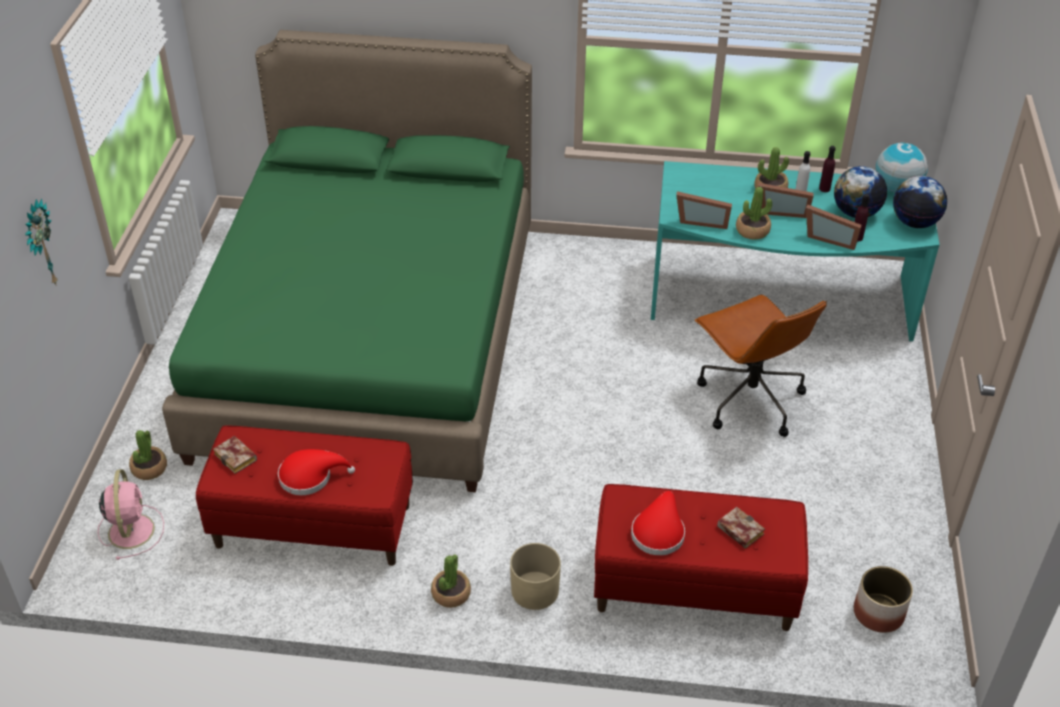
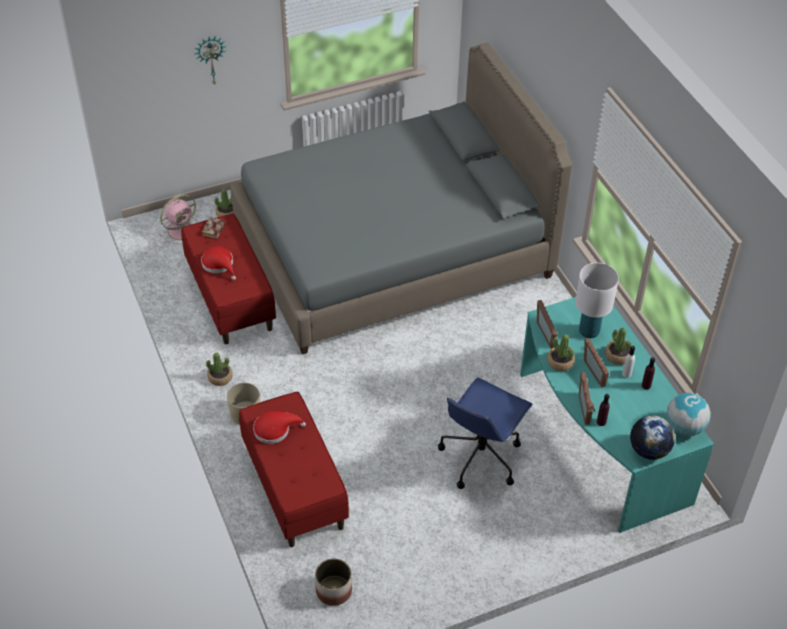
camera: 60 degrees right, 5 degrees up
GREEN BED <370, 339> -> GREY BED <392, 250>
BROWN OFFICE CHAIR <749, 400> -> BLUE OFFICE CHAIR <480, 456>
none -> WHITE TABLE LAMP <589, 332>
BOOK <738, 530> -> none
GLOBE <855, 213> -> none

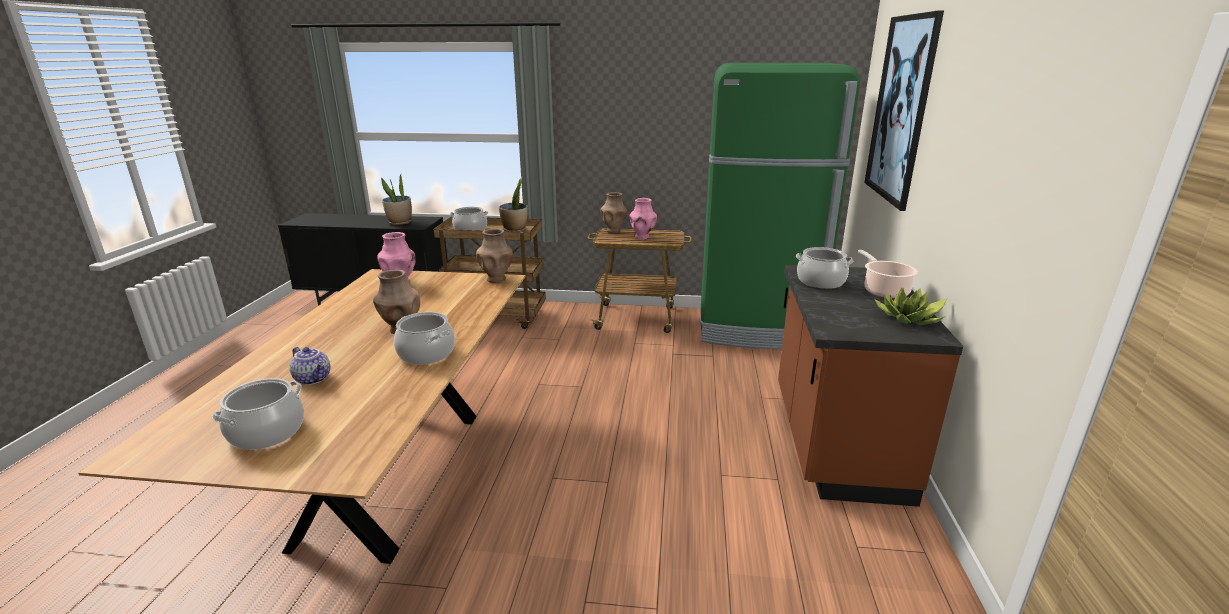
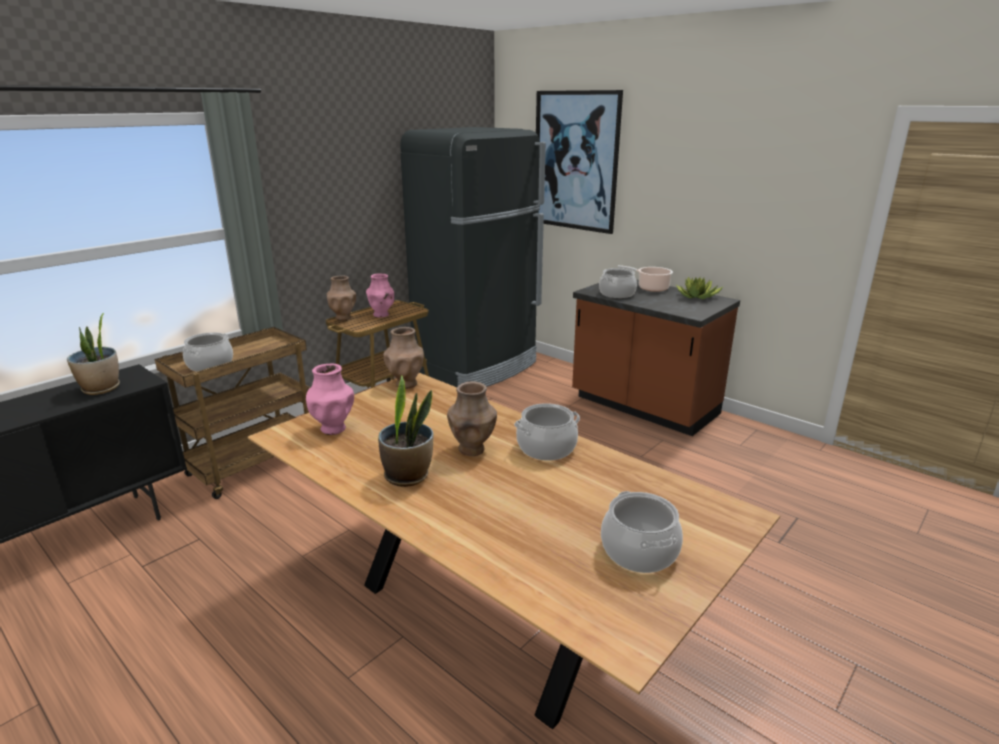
camera: 55 degrees left, 0 degrees up
POTTED PLANT <515, 230> -> POTTED PLANT <408, 476>, shifted
GREEN FRIDGE <757, 328> -> BLACK FRIDGE <477, 367>
TEAPOT <314, 378> -> none

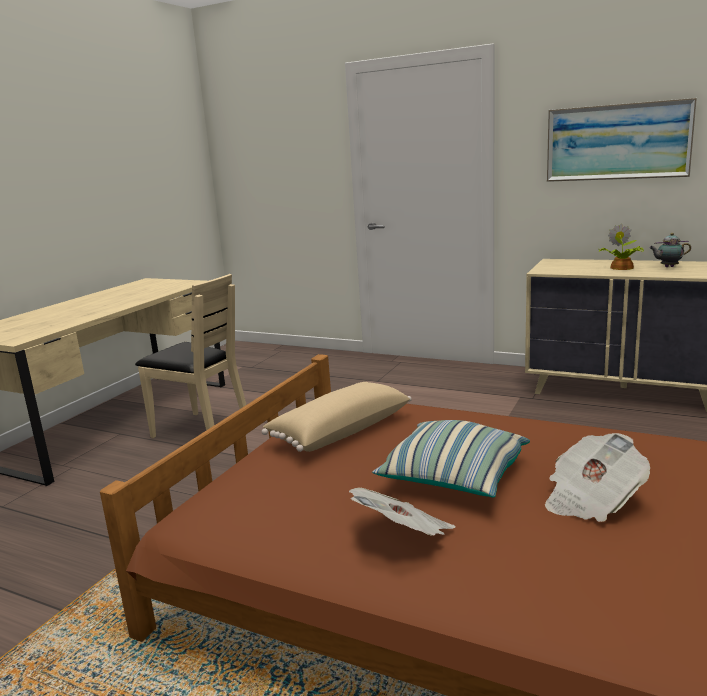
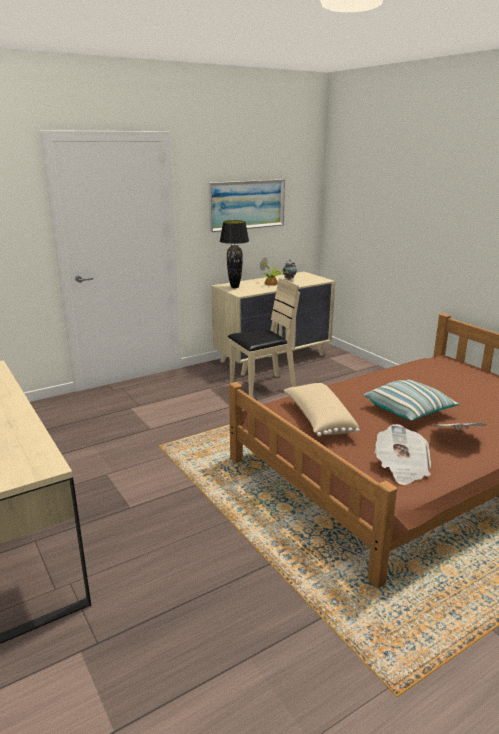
camera: 60 degrees left, 5 degrees up
none -> BLACK TABLE LAMP <234, 287>
BEIGE CHAIR <202, 431> -> BEIGE CHAIR <262, 387>, shifted
NEWSPAPER <591, 500> -> NEWSPAPER <401, 468>, shifted

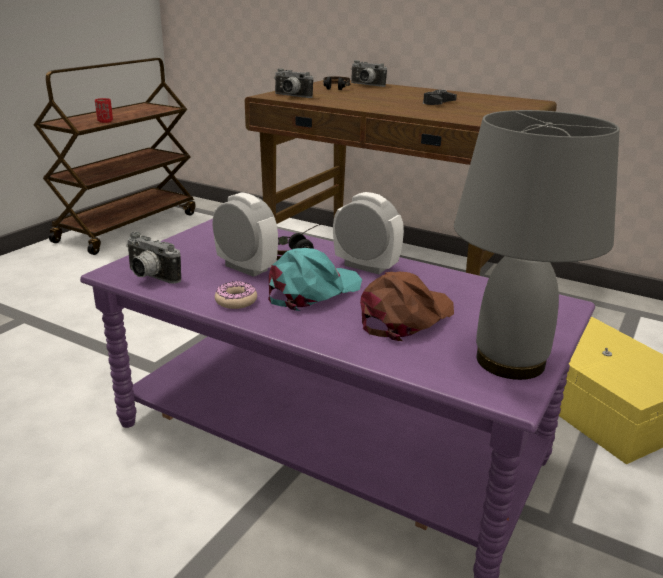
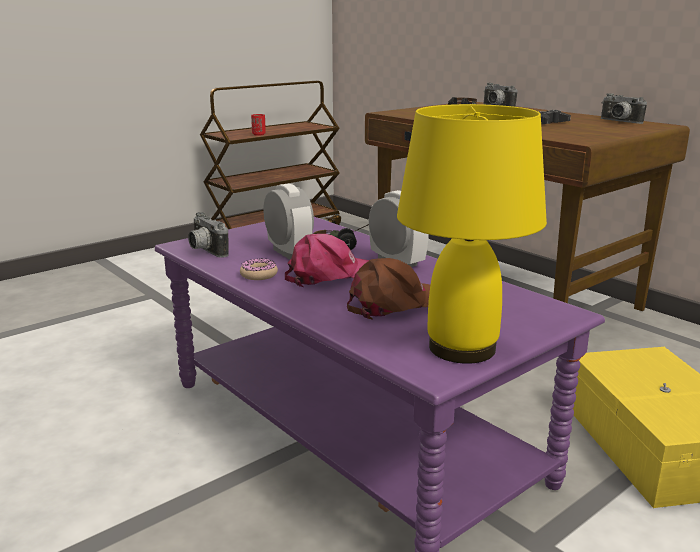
camera: 20 degrees right, 5 degrees down
TURQUOISE CAP <312, 291> -> PINK CAP <330, 275>
GREY TABLE LAMP <509, 360> -> YELLOW TABLE LAMP <461, 347>
PHOTO CAMERA <291, 96> -> PHOTO CAMERA <618, 122>, shifted

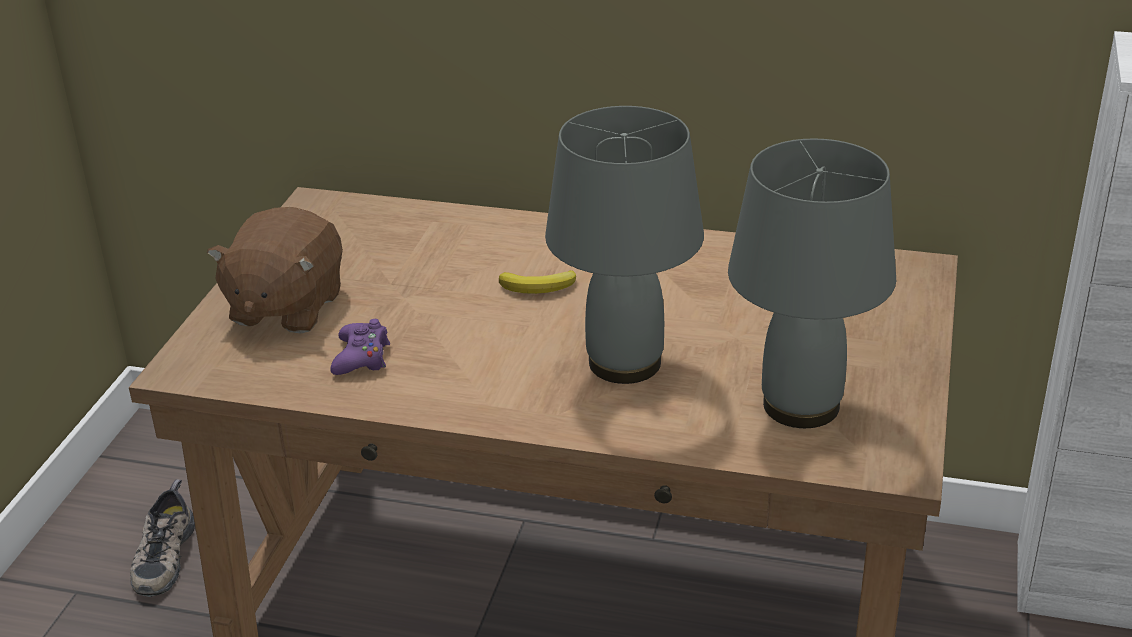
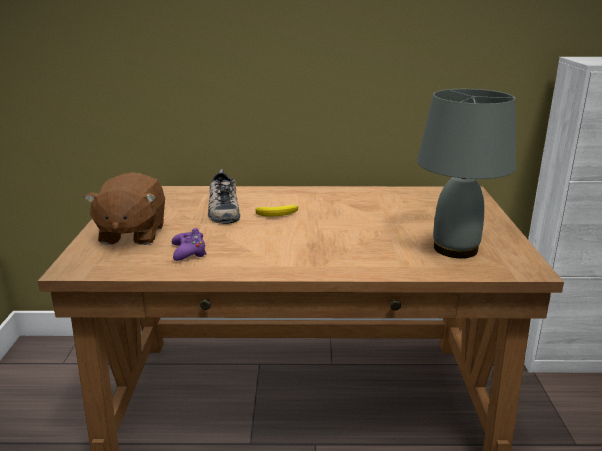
camera: 15 degrees left, 10 degrees down
SHOE <162, 555> -> SHOE <222, 209>, shifted
GREY TABLE LAMP <623, 362> -> none

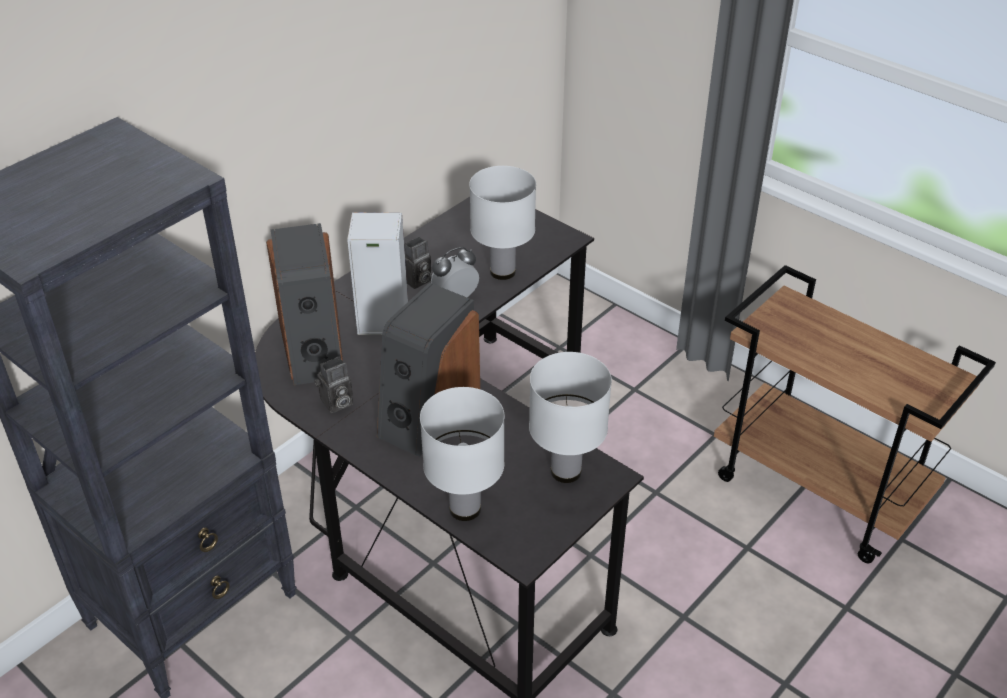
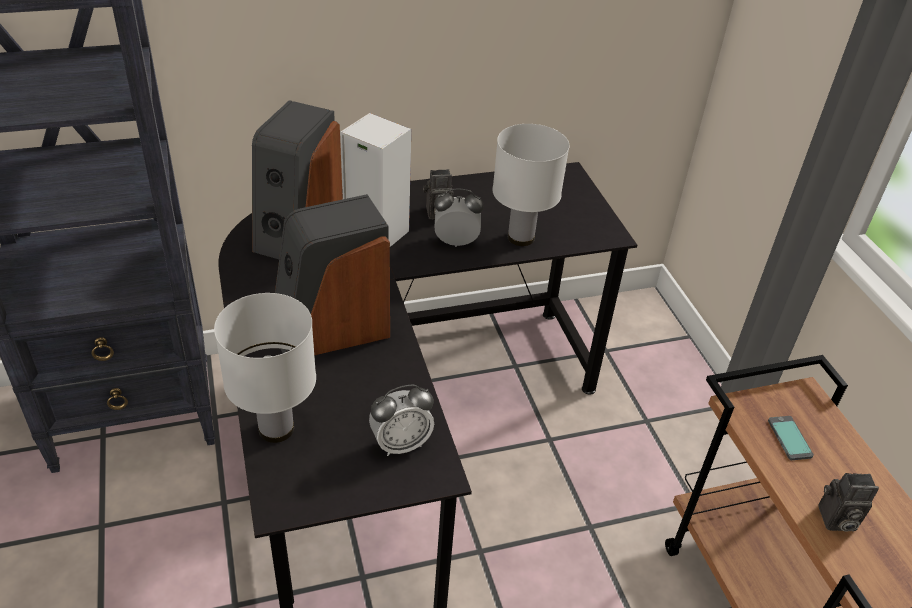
camera: 30 degrees right, 0 degrees up
WHITE TABLE LAMP <565, 470> -> ALARM CLOCK <401, 443>
none -> PHONE <789, 438>
PHOTO CAMERA <336, 404> -> PHOTO CAMERA <835, 520>, shifted

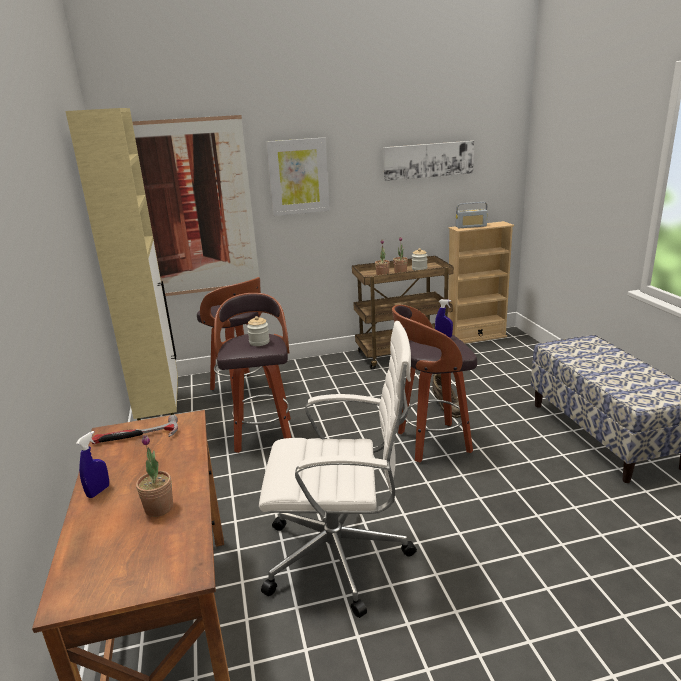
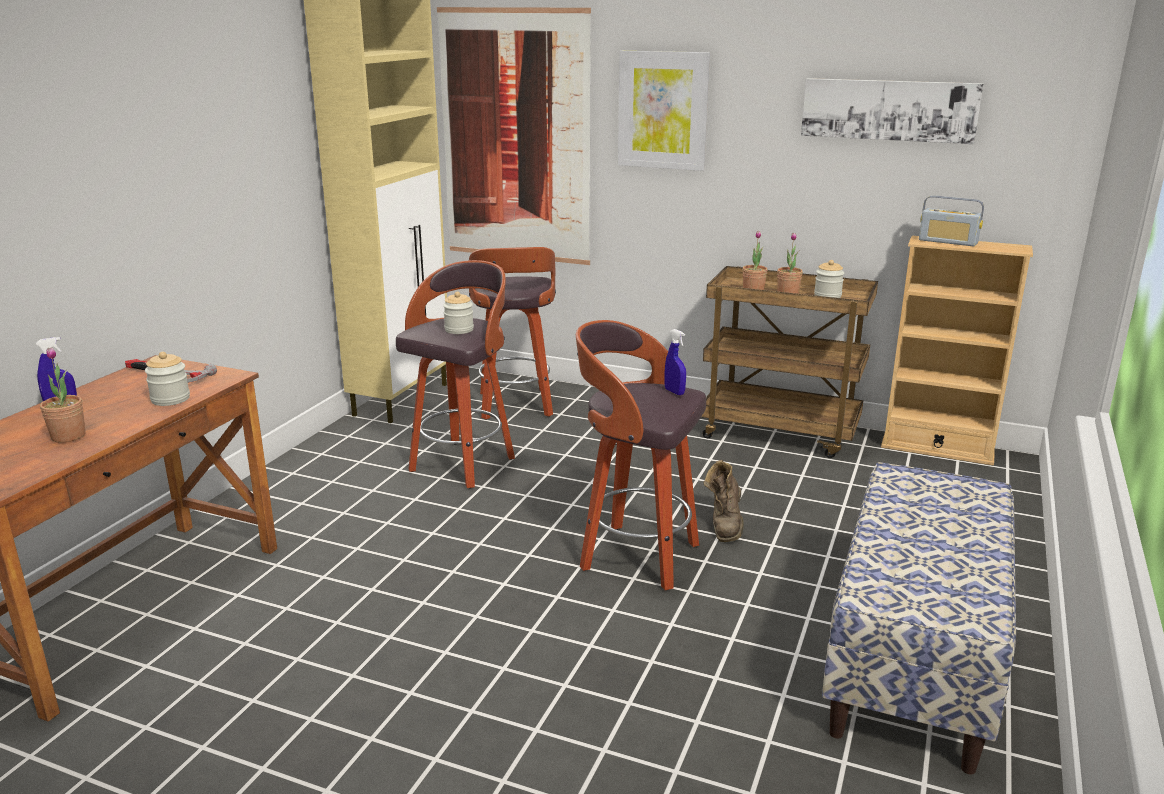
camera: 35 degrees right, 0 degrees up
none -> JAR <170, 399>
WHITE OFFICE CHAIR <341, 556> -> none

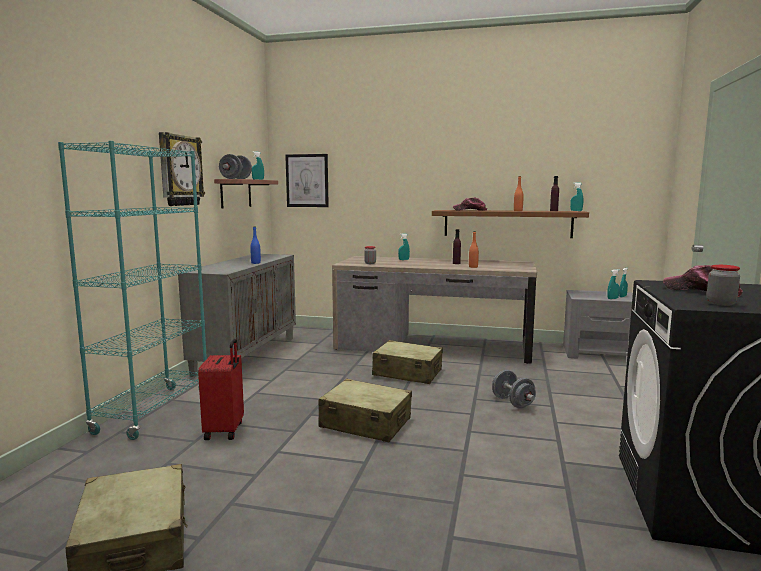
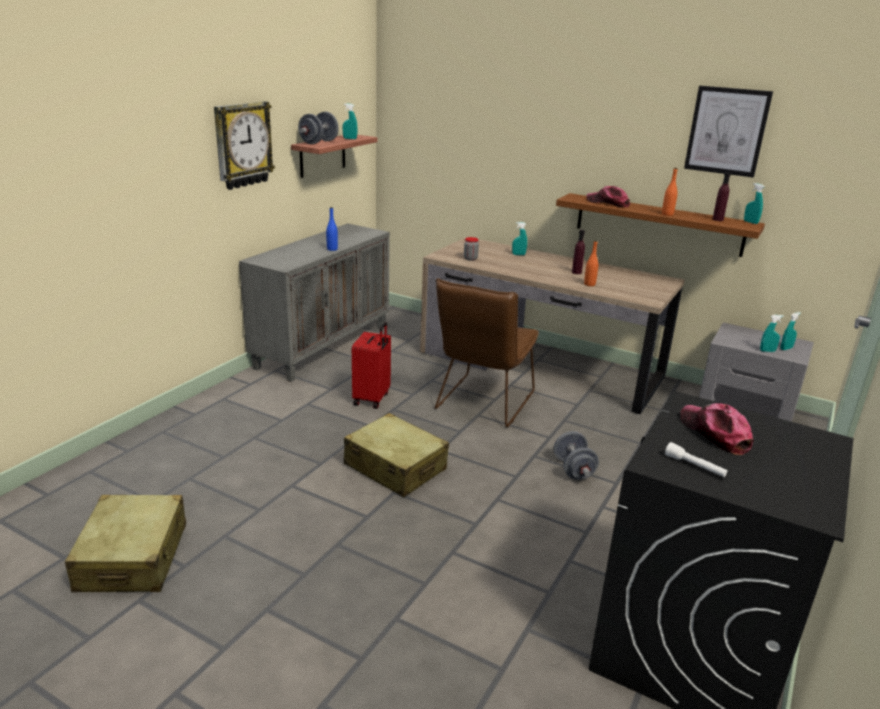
camera: 15 degrees right, 15 degrees up
RED SUITCASE <225, 431> -> RED SUITCASE <372, 399>, shifted
BEIGE SUITCASE <407, 373> -> BROWN CHAIR <482, 403>
JAR <720, 303> -> WHITE FLASHLIGHT <694, 466>
PICTURE <307, 180> -> PICTURE <726, 131>, shifted
TURQUOISE BOOKCASE <154, 411> -> none

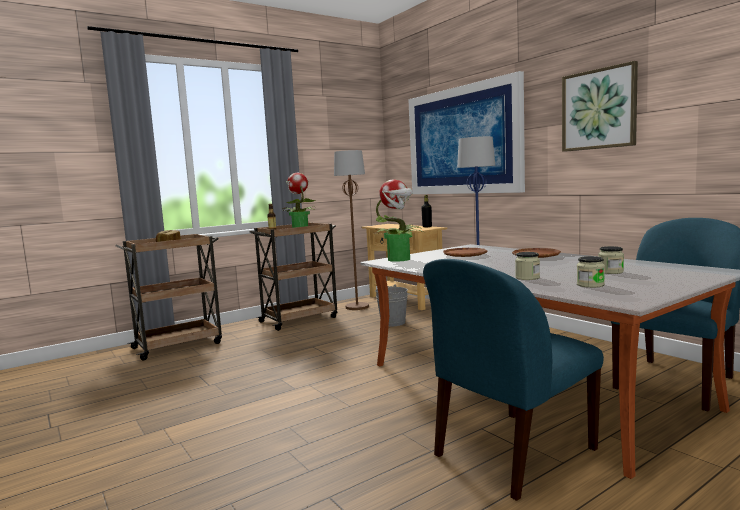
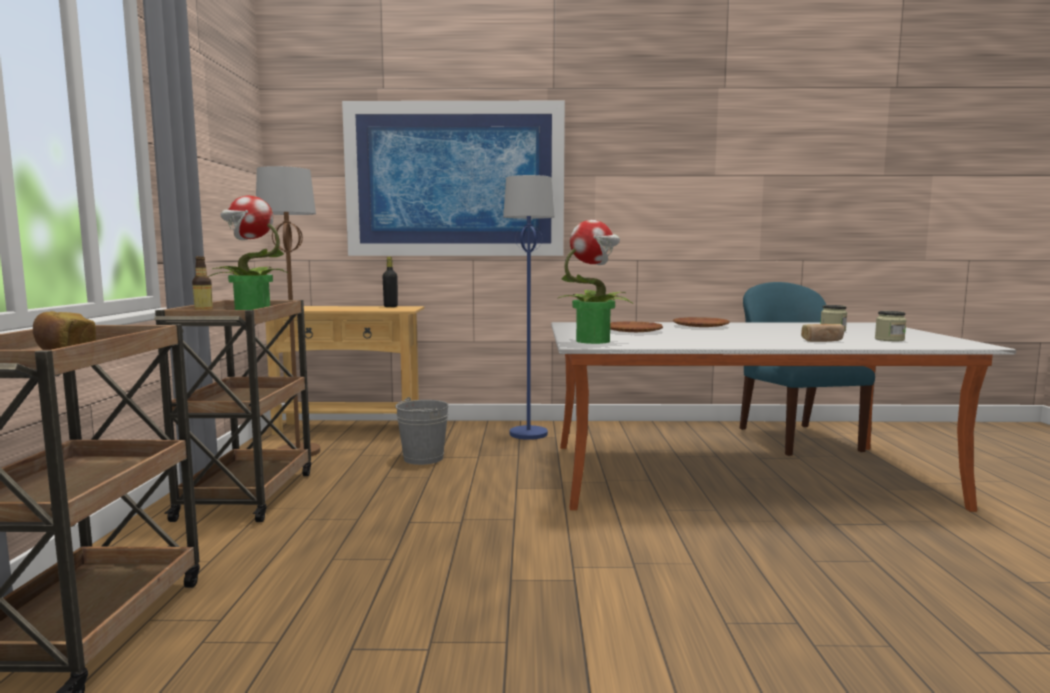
camera: 55 degrees left, 0 degrees up
JAR <527, 278> -> BREAD <822, 341>
BLUE CHAIR <512, 453> -> none
PICTURE <599, 109> -> none

